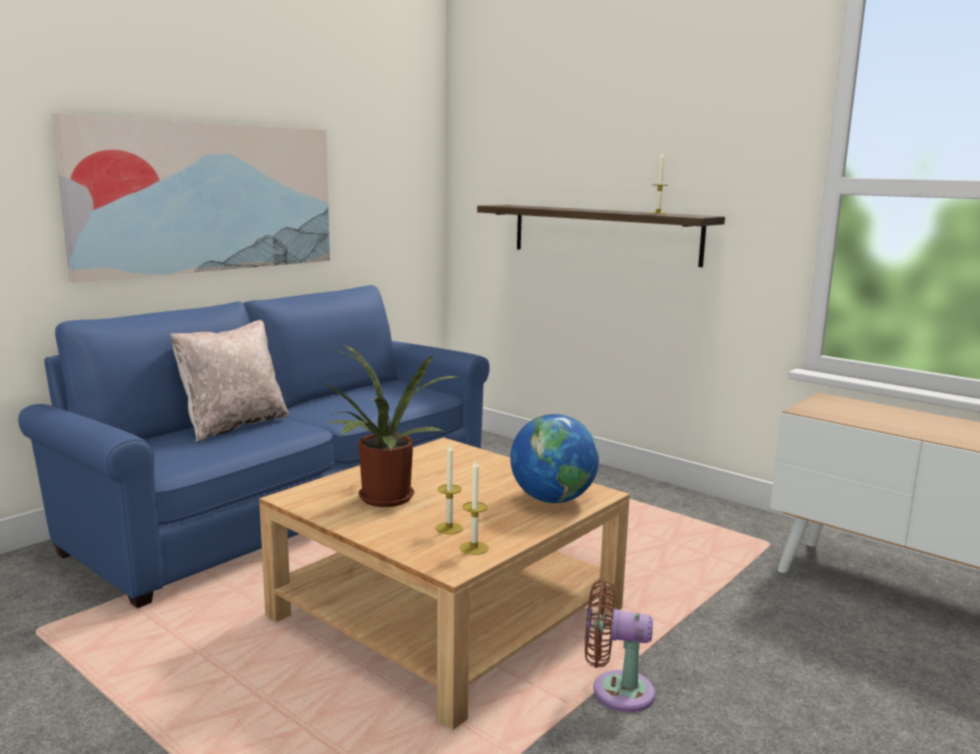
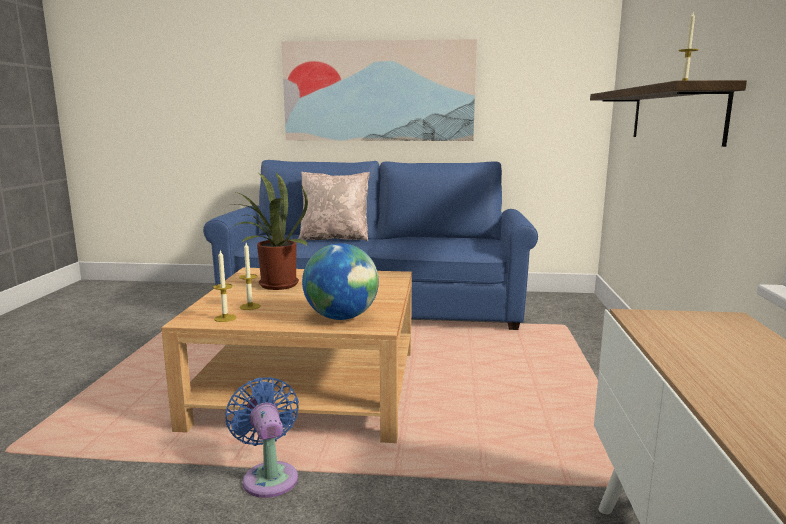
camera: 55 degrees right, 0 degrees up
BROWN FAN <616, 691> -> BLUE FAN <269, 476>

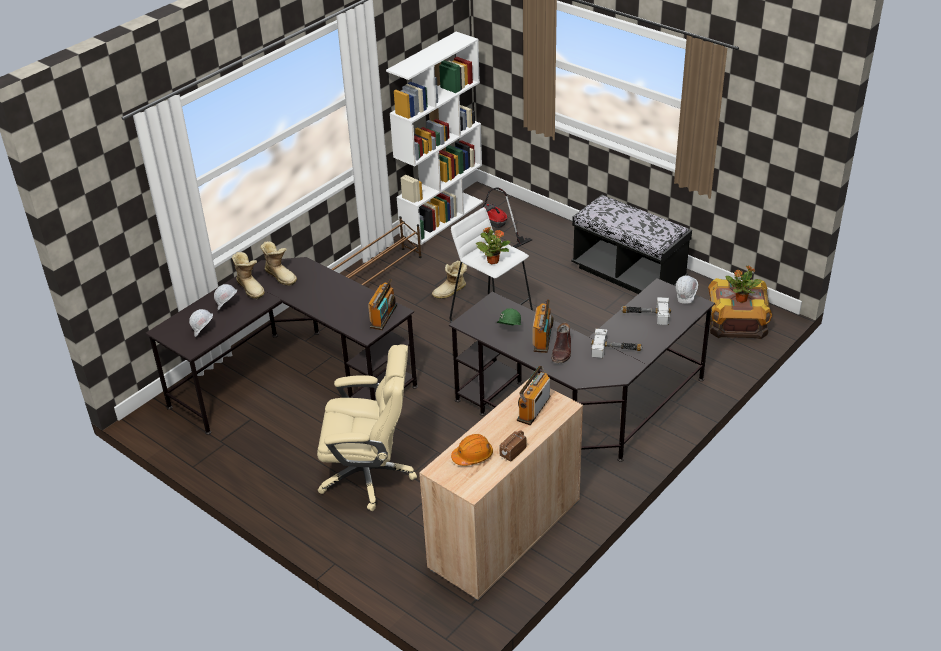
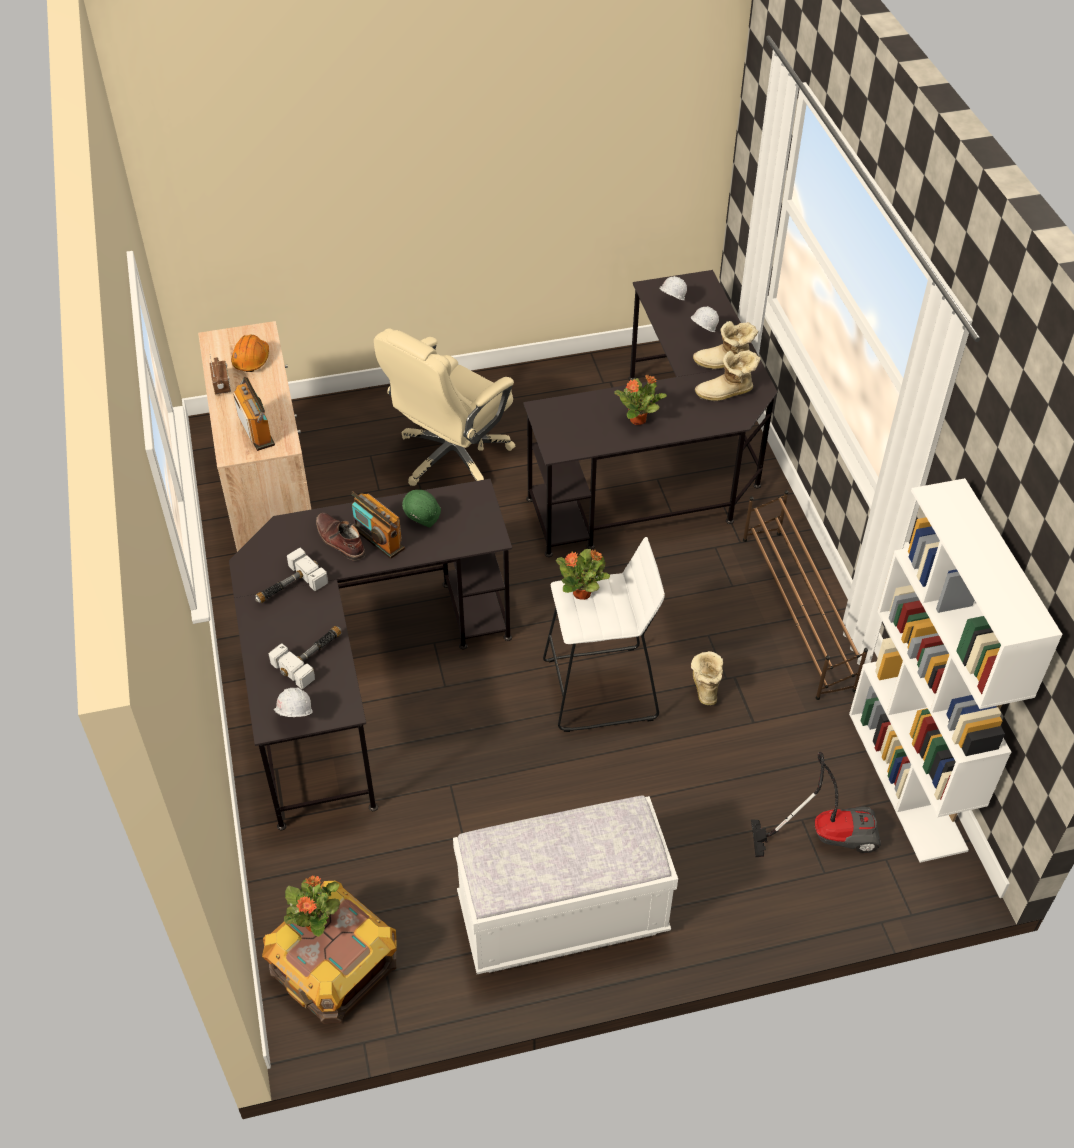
camera: 125 degrees right, 10 degrees up
BLACK BENCH <628, 274> -> WHITE BENCH <562, 917>
none -> POTTED PLANT <638, 419>
RADIO <383, 316> -> none

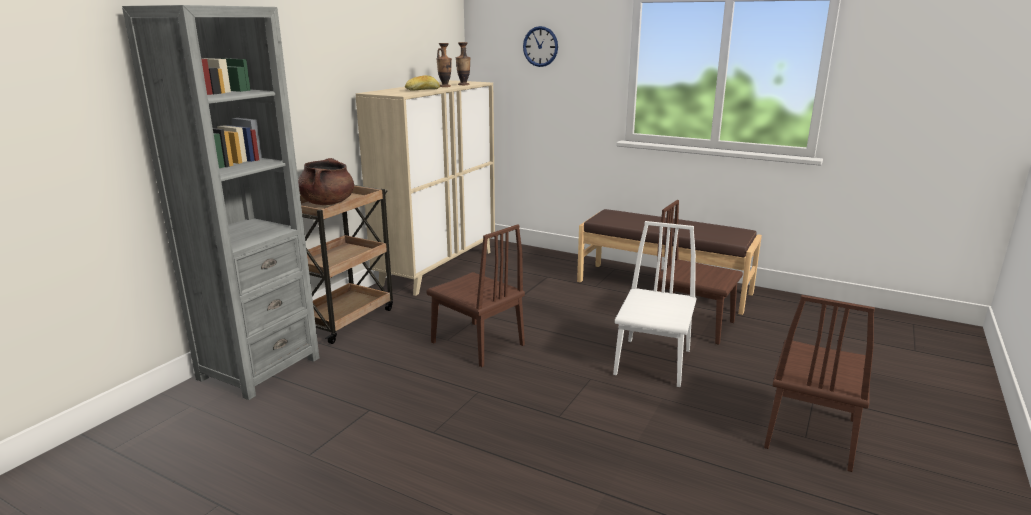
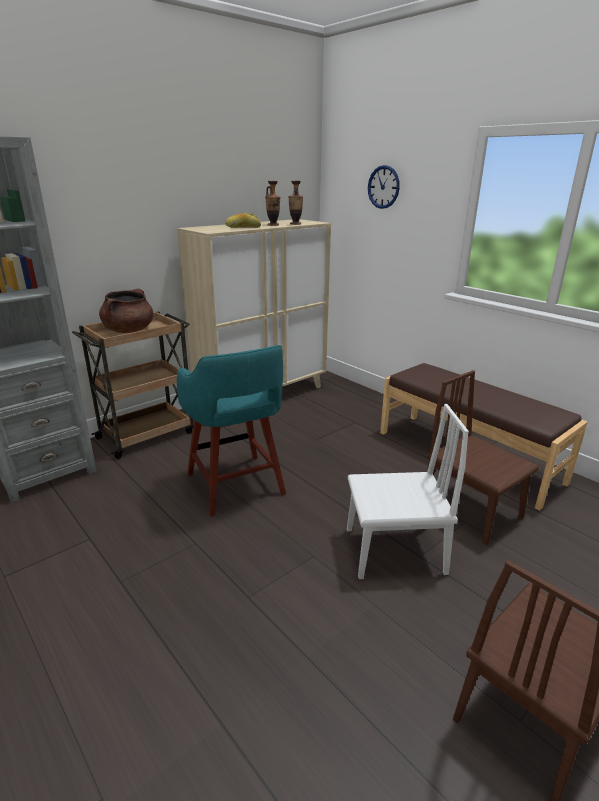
camera: 20 degrees right, 5 degrees up
BROWN CHAIR <477, 343> -> TURQUOISE STOOL <236, 485>
WHITE CHAIR <652, 362> -> WHITE CHAIR <394, 551>, 45 degrees clockwise

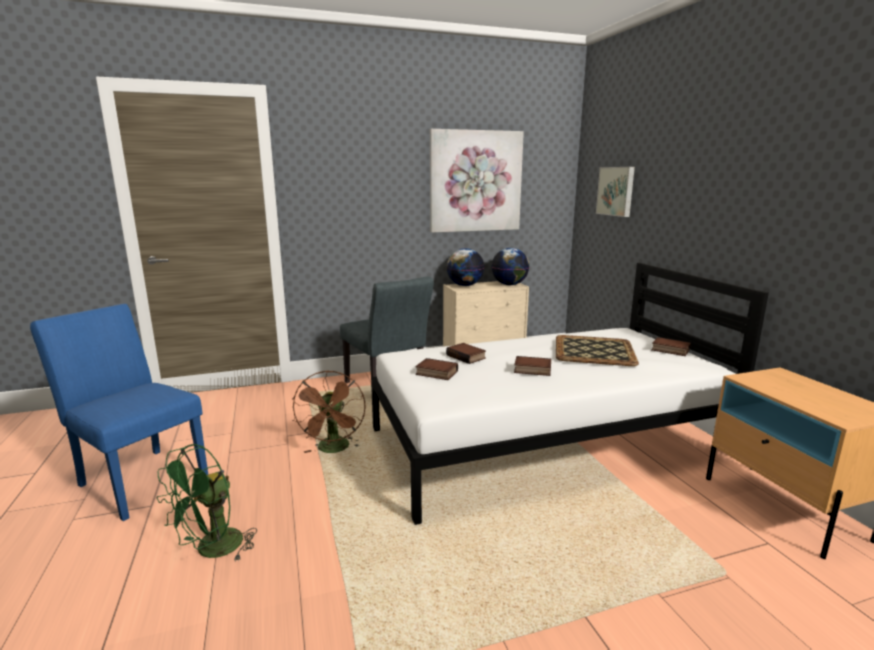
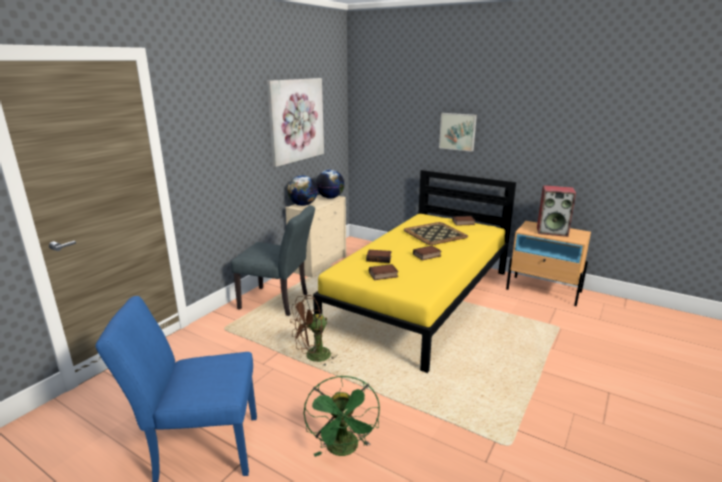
camera: 40 degrees left, 5 degrees up
BROWN FAN <334, 450> -> BROWN FAN <313, 357>, 105 degrees clockwise
WHITE BED <546, 442> -> YELLOW BED <421, 299>
PICTURE <616, 191> -> PICTURE <458, 131>, shifted
none -> SPEAKER <552, 231>

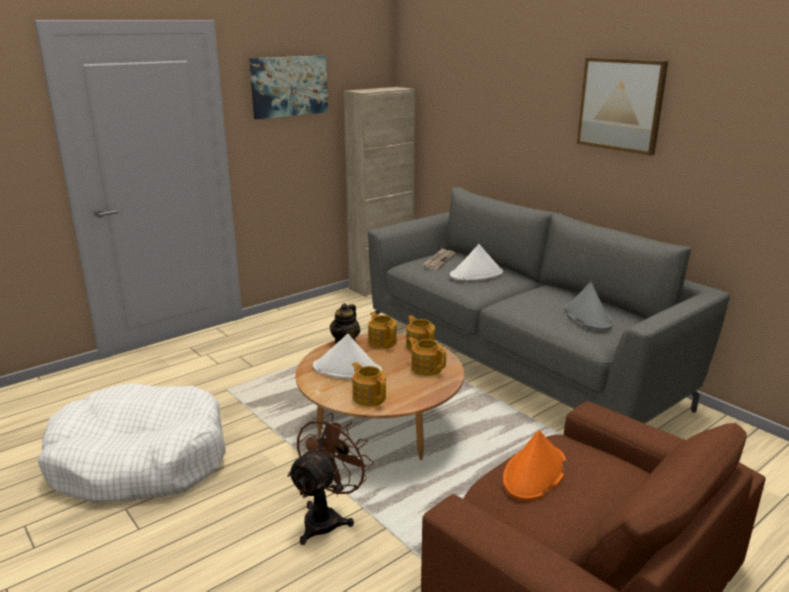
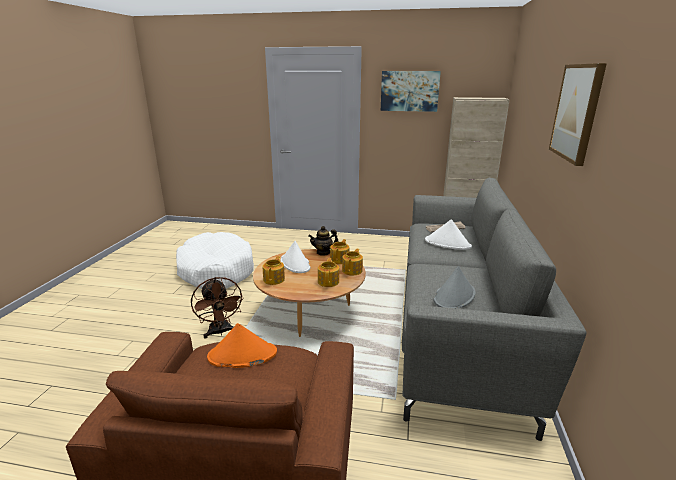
camera: 50 degrees right, 0 degrees up
BROWN FAN <327, 518> -> BROWN FAN <220, 332>, 75 degrees clockwise

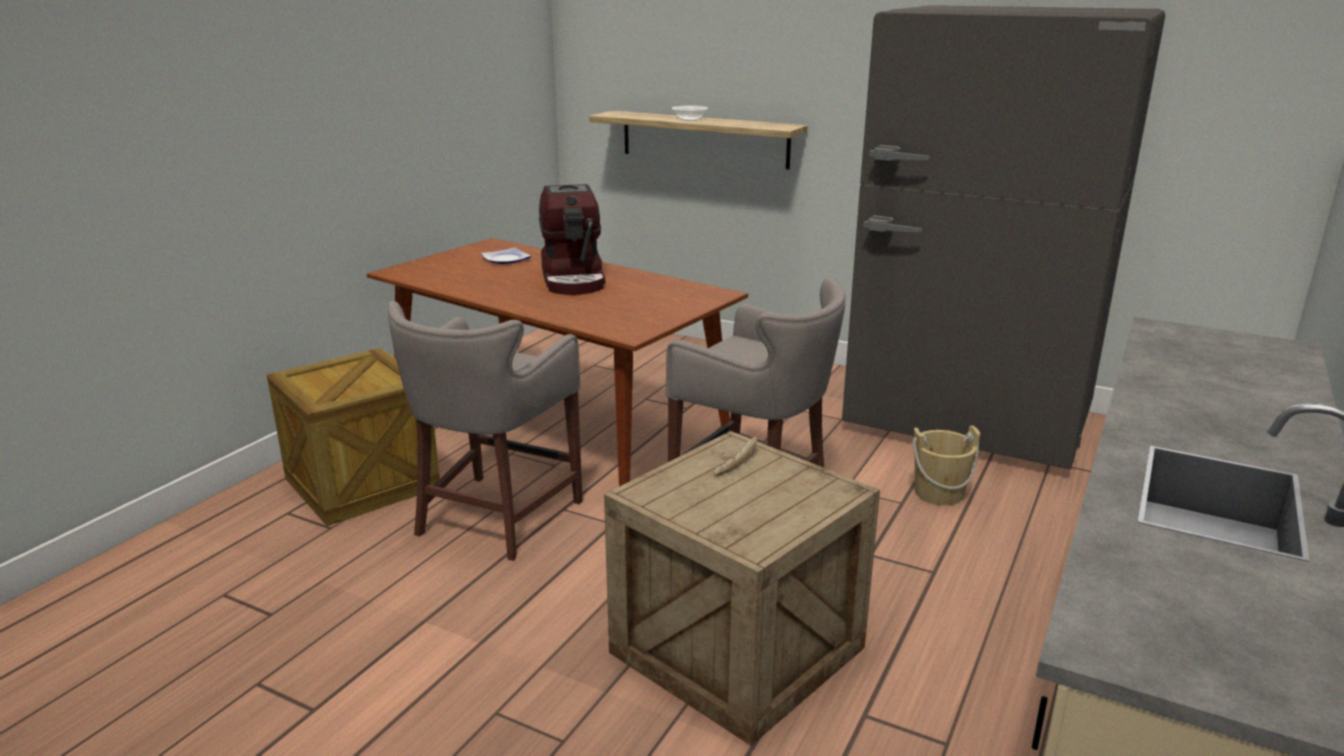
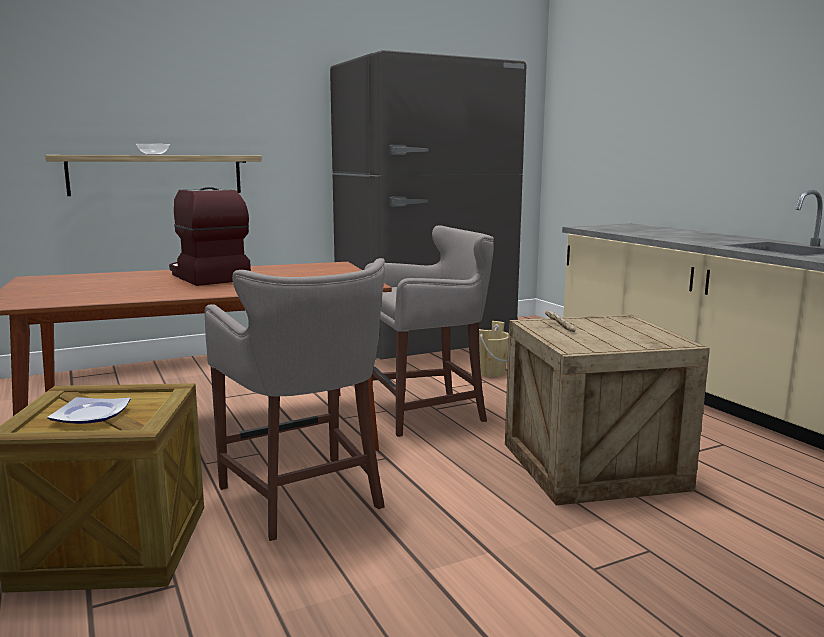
camera: 55 degrees left, 10 degrees down
PLATE <506, 259> -> PLATE <90, 414>, shifted
COFFEE MACHINE <574, 279> -> COFFEE MACHINE <207, 277>, 150 degrees counterclockwise

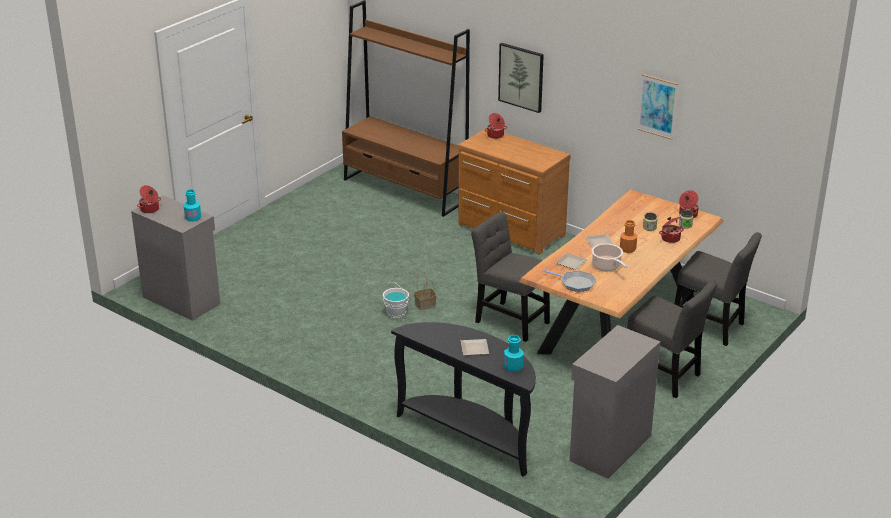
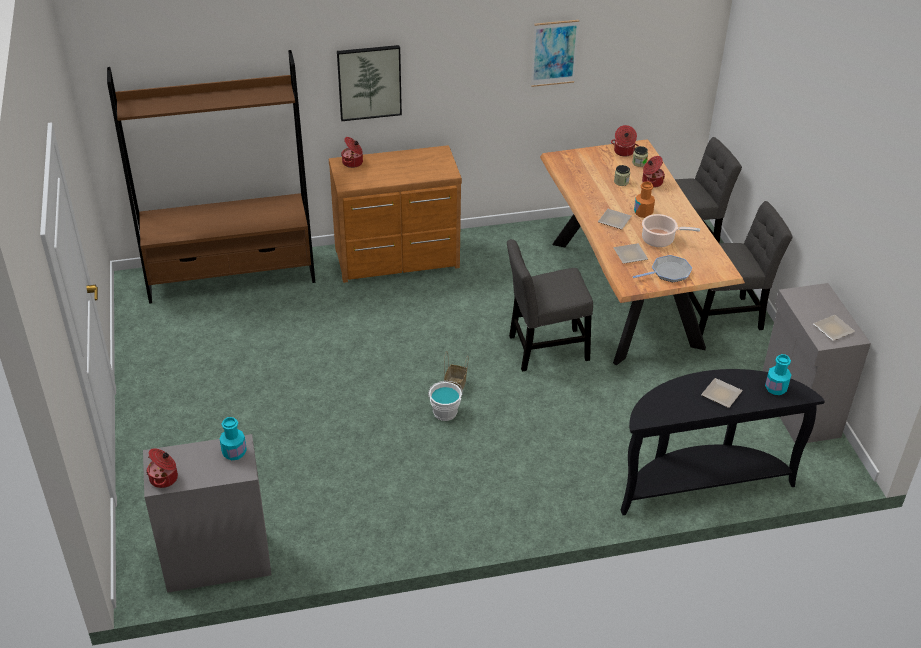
camera: 50 degrees left, 10 degrees up
none -> PLATE <834, 329>

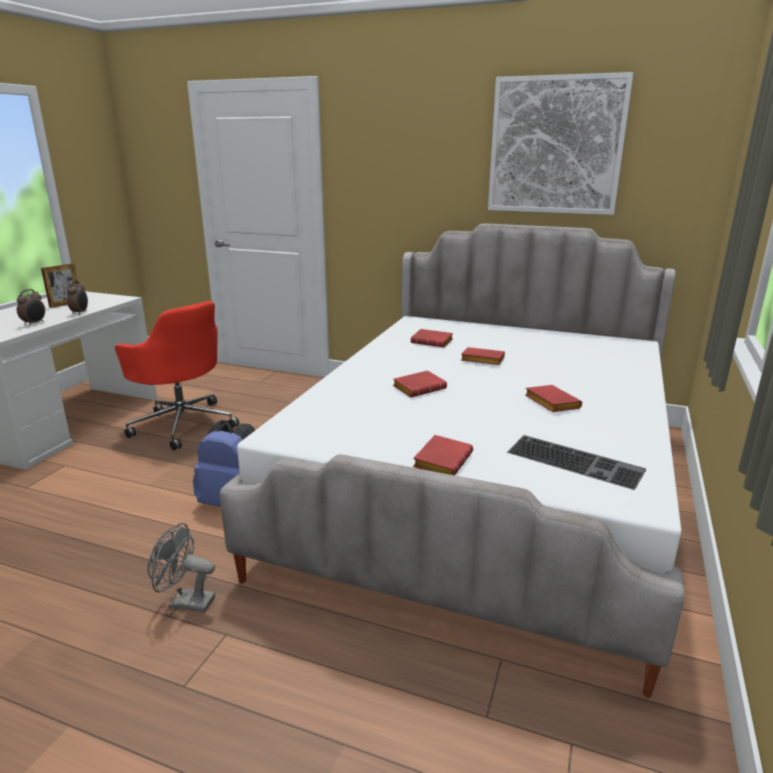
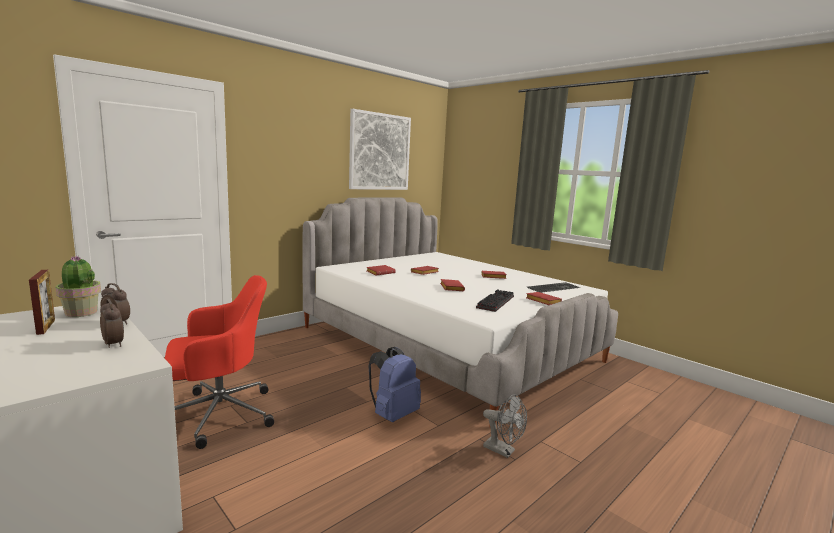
camera: 65 degrees left, 10 degrees down
none -> POTTED PLANT <81, 313>
none -> KEYBOARD <495, 301>
GREY FAN <185, 602> -> GREY FAN <503, 451>, 90 degrees counterclockwise

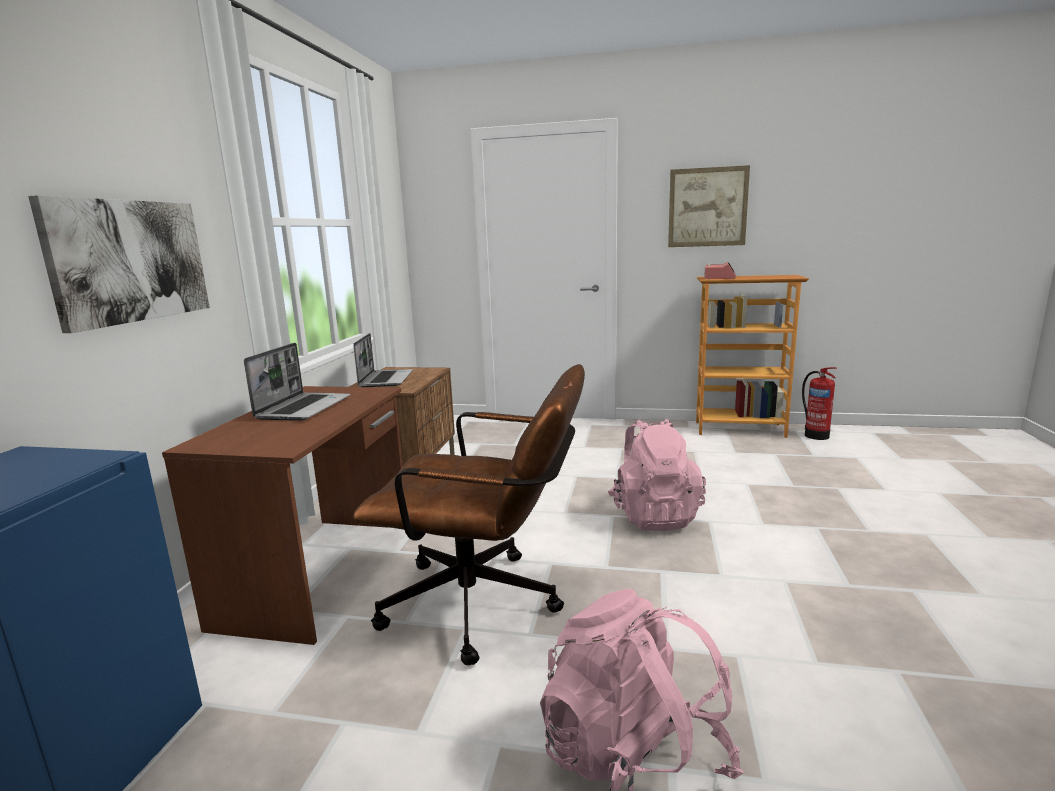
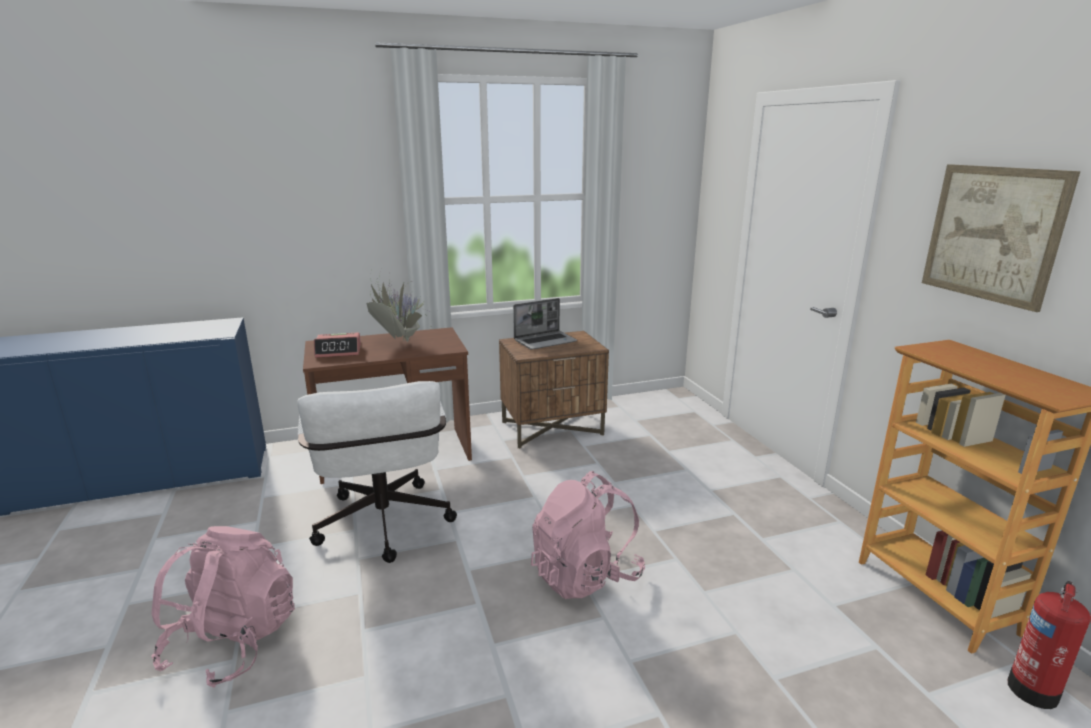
camera: 60 degrees right, 5 degrees up
BROWN OFFICE CHAIR <486, 605> -> WHITE OFFICE CHAIR <384, 529>
ALARM CLOCK <719, 277> -> ALARM CLOCK <338, 351>, shifted
LAPTOP <304, 408> -> POTTED PLANT <399, 342>
PICTURE <129, 261> -> none

